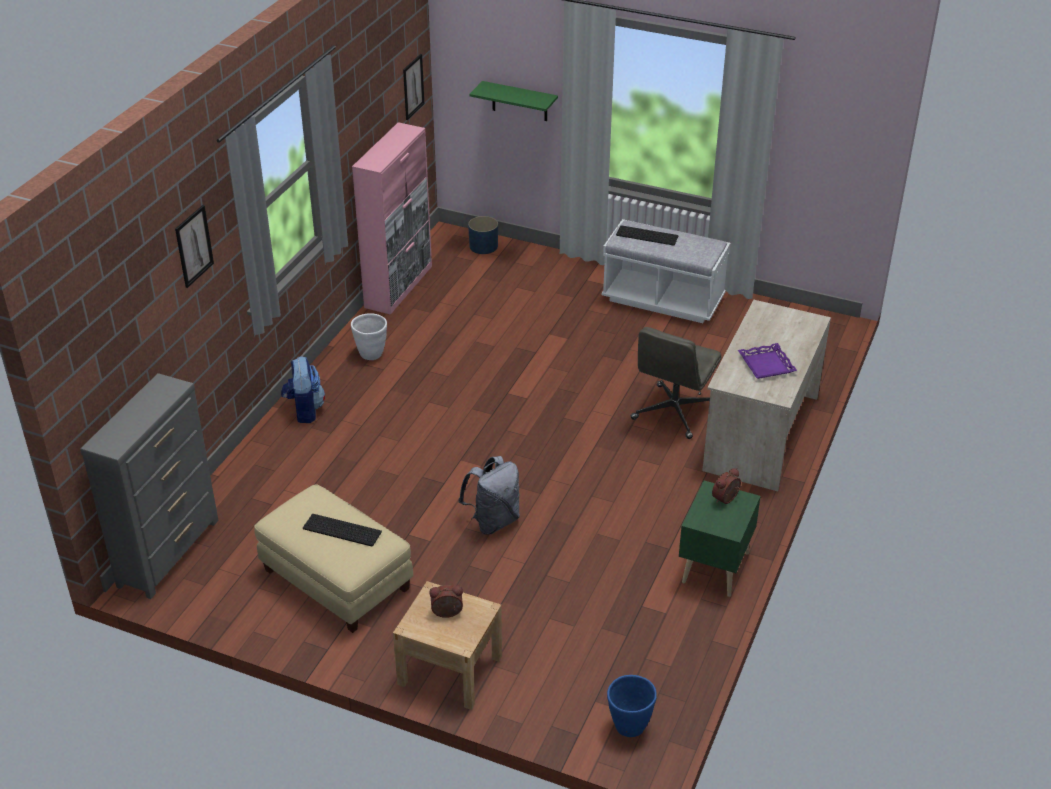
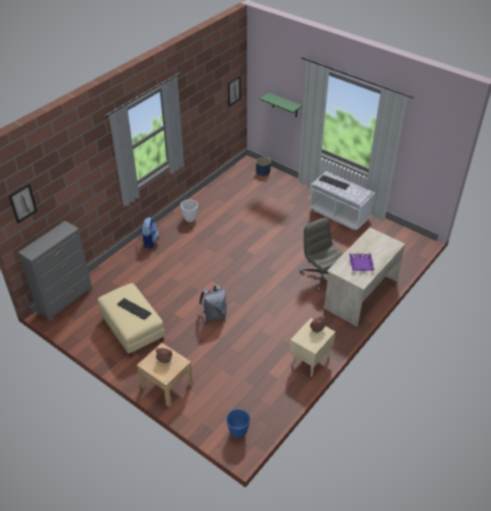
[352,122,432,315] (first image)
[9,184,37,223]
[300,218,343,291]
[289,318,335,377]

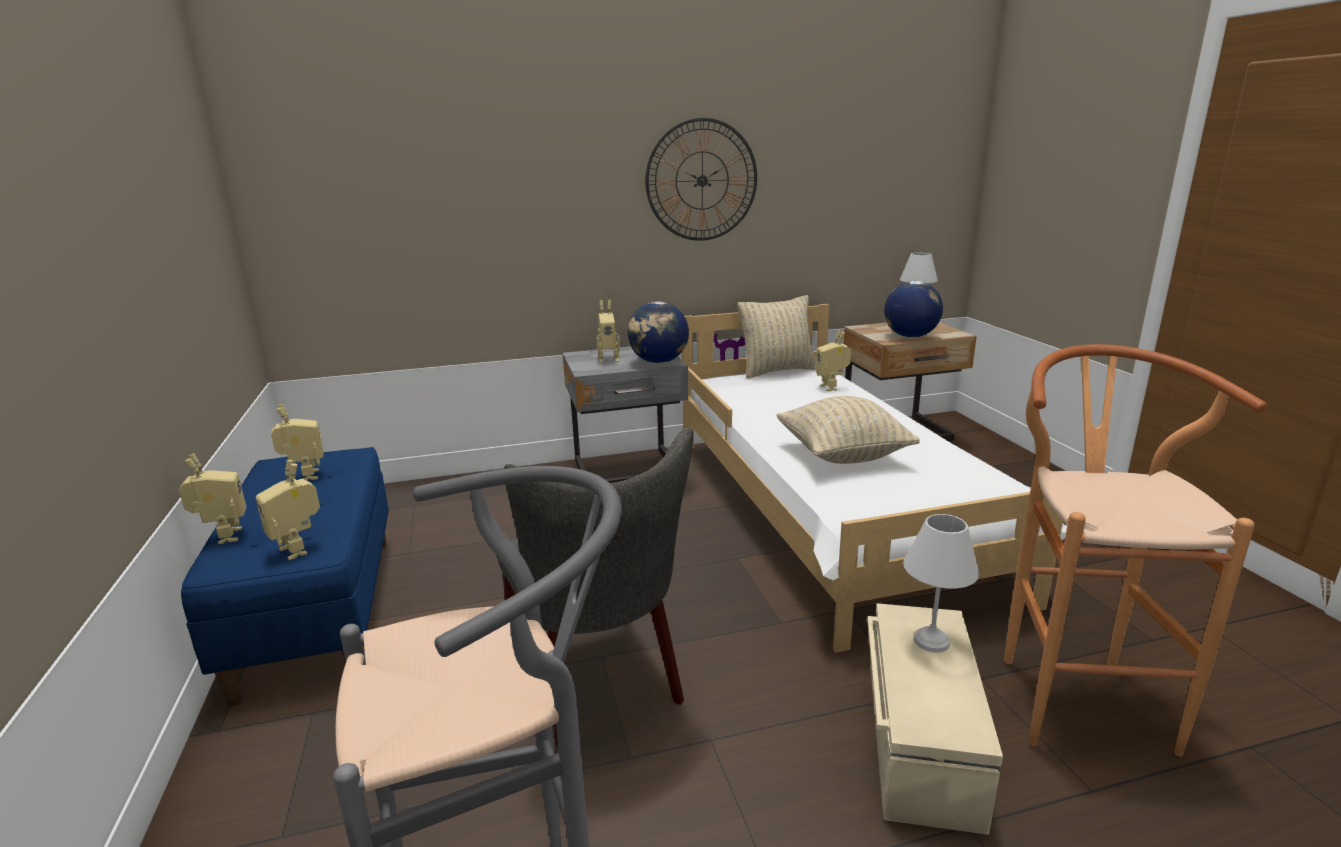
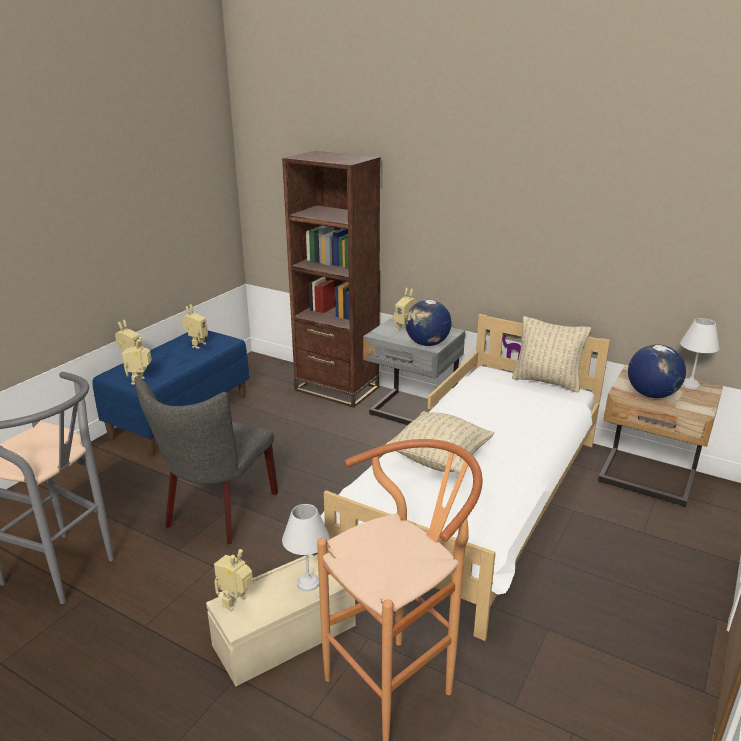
[645,118,757,241] (first image)
[214,549,253,611]
[282,151,380,408]

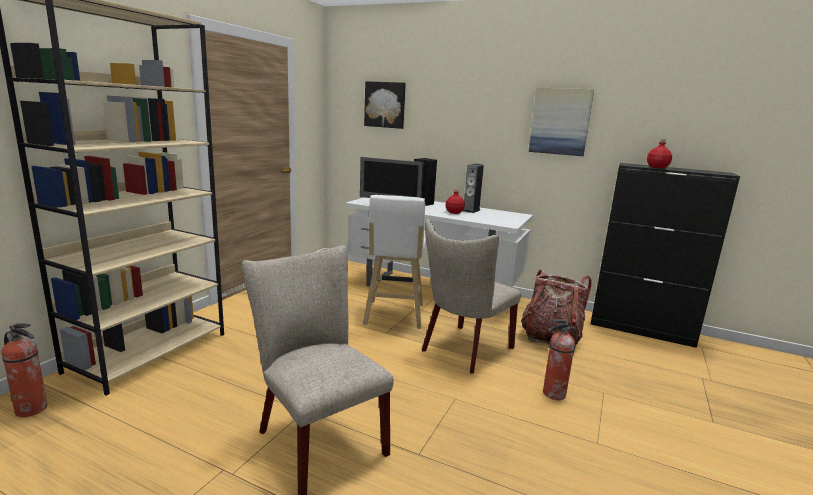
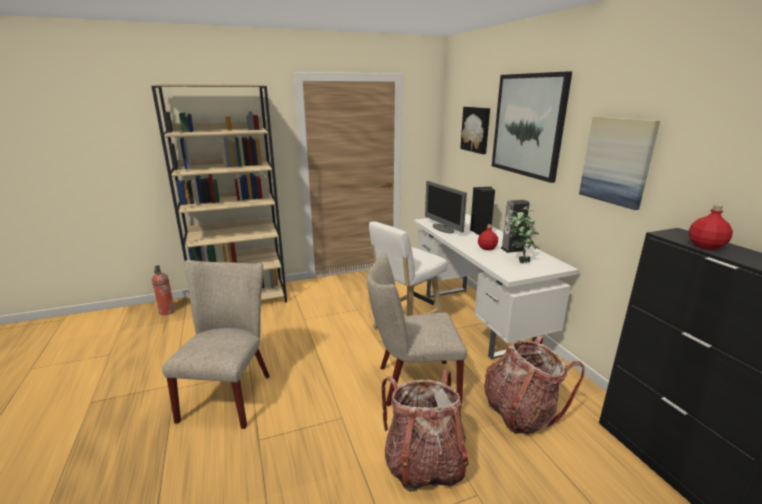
[381,368,469,492]
[492,71,572,183]
[508,206,540,263]

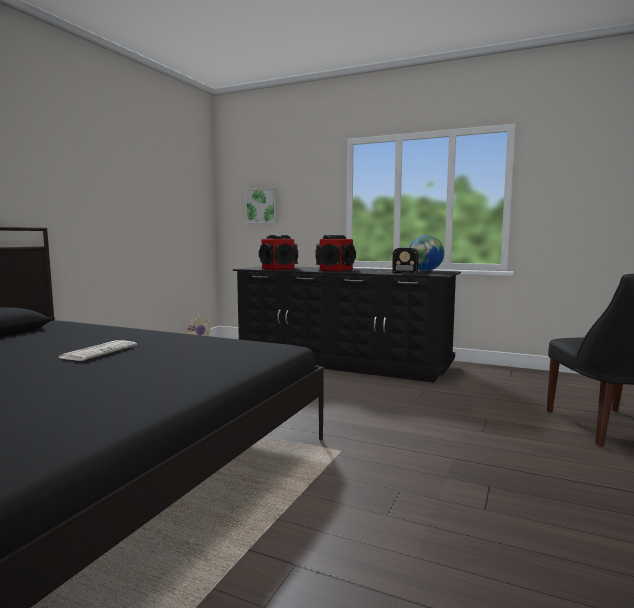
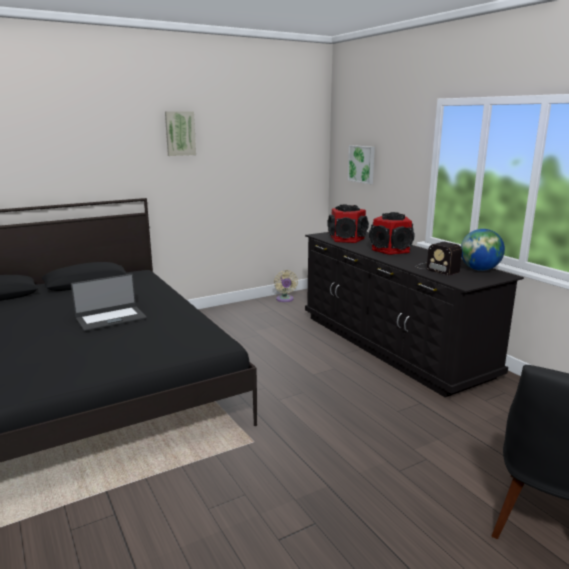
[71,274,147,331]
[165,111,196,156]

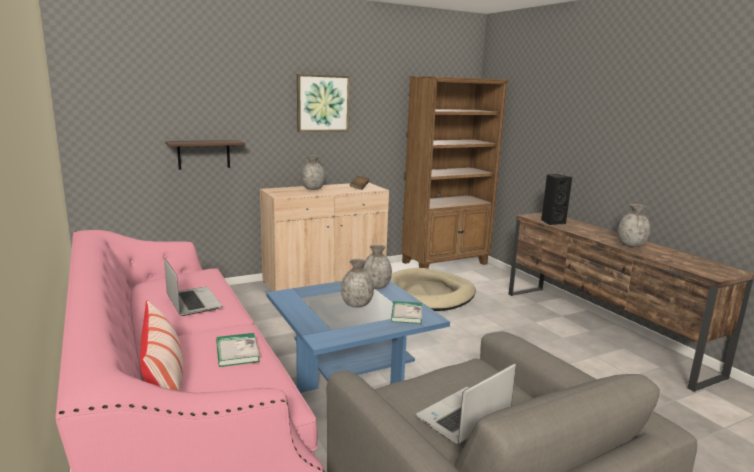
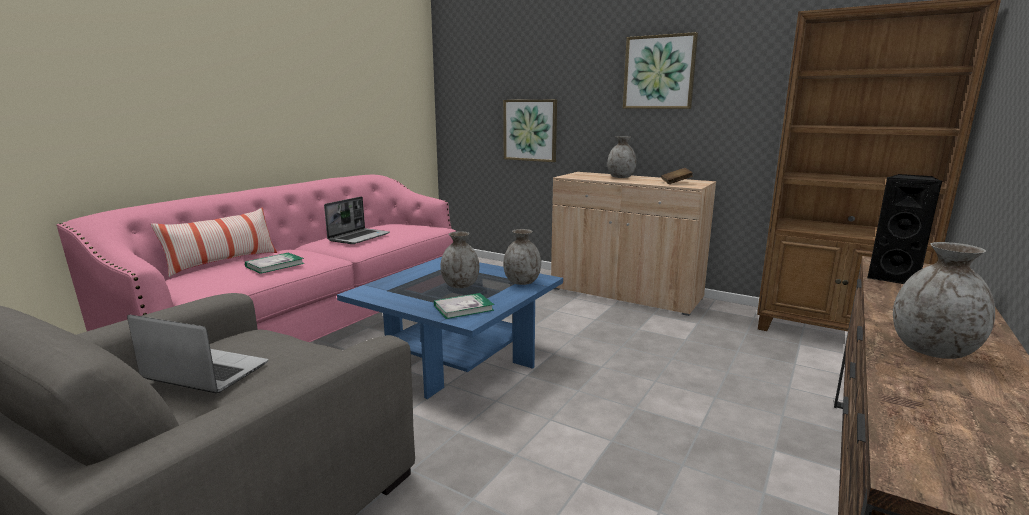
[503,100,557,162]
[390,268,476,311] (first image)

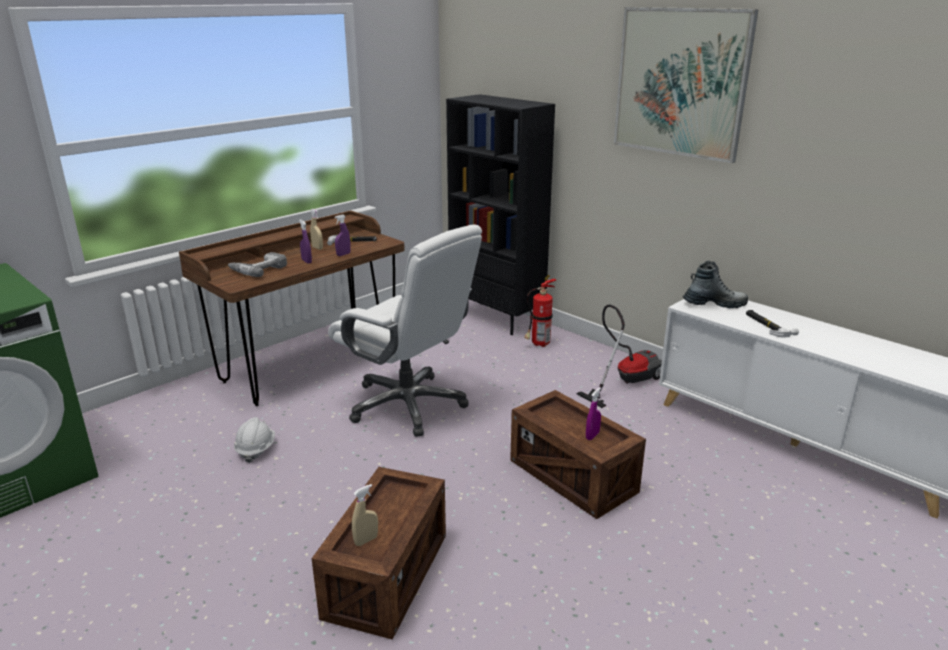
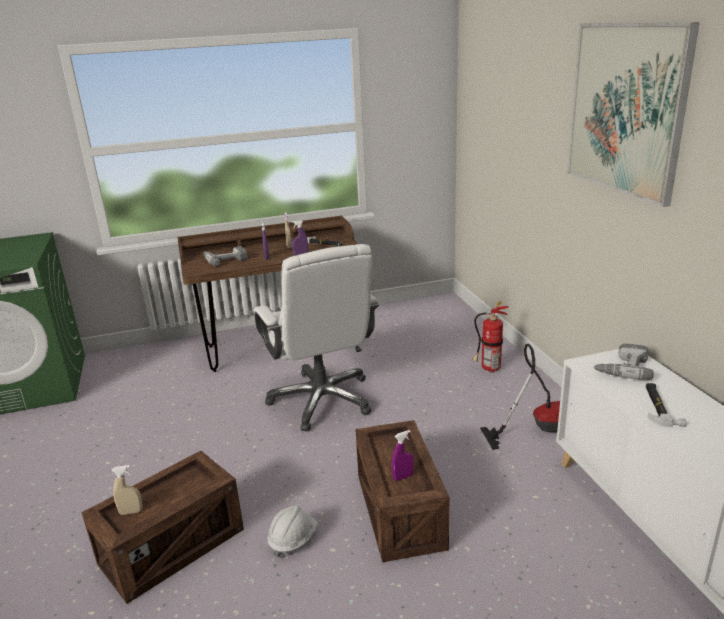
[446,94,555,335] (first image)
[593,343,654,380]
[267,505,318,558]

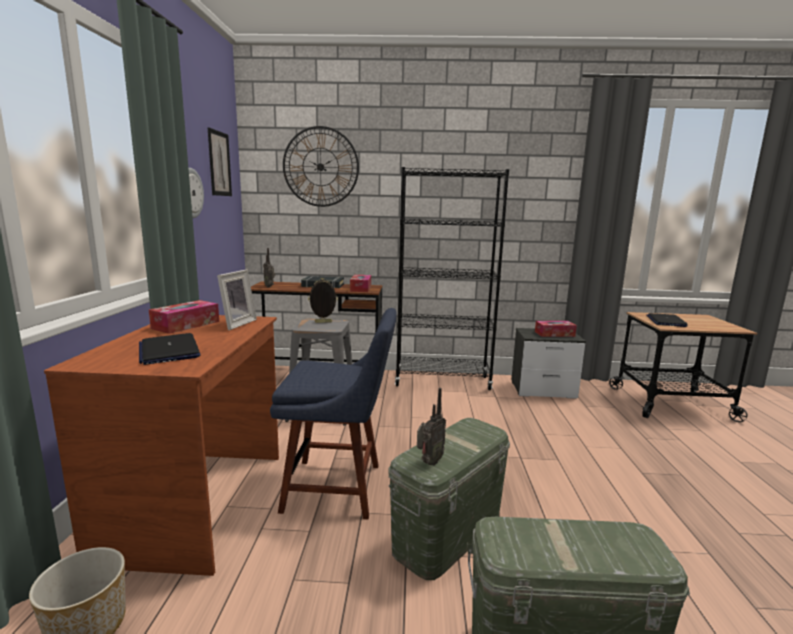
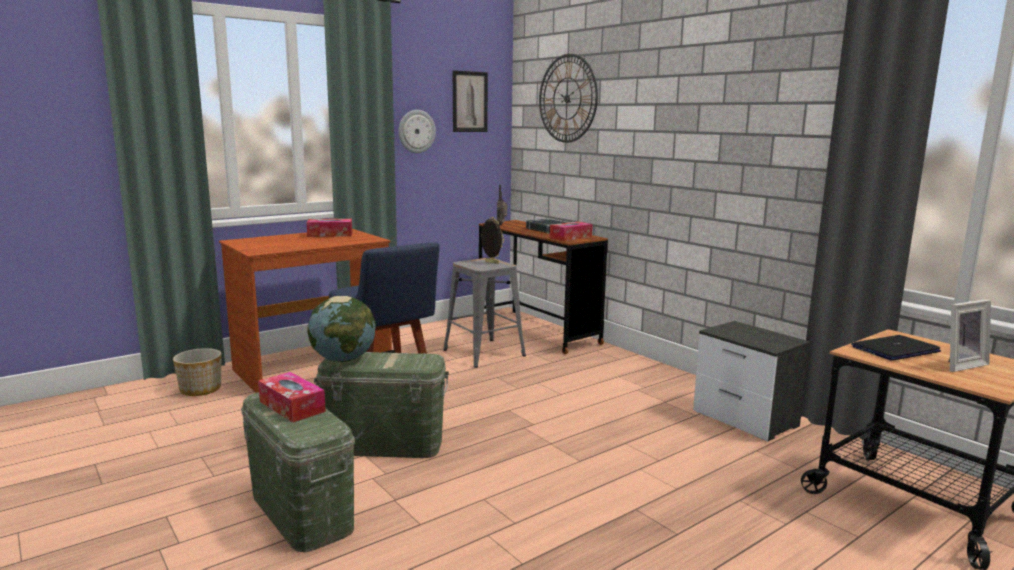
[395,167,509,390] (first image)
[948,299,991,372]
[258,372,326,422]
[139,333,201,365] (first image)
[307,296,376,362]

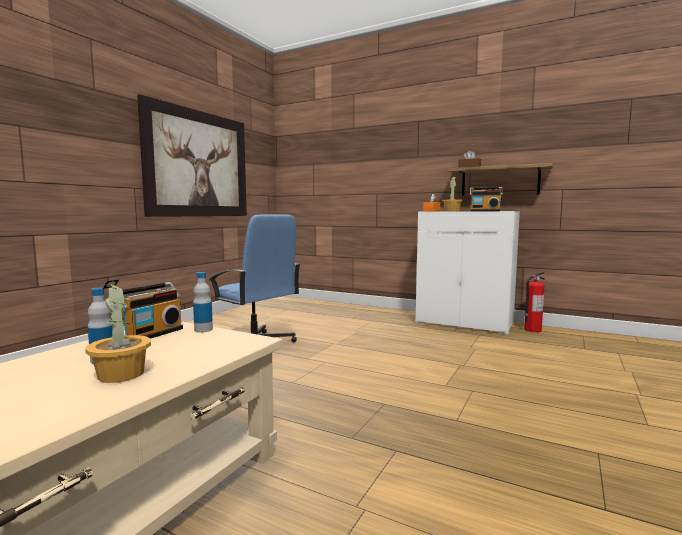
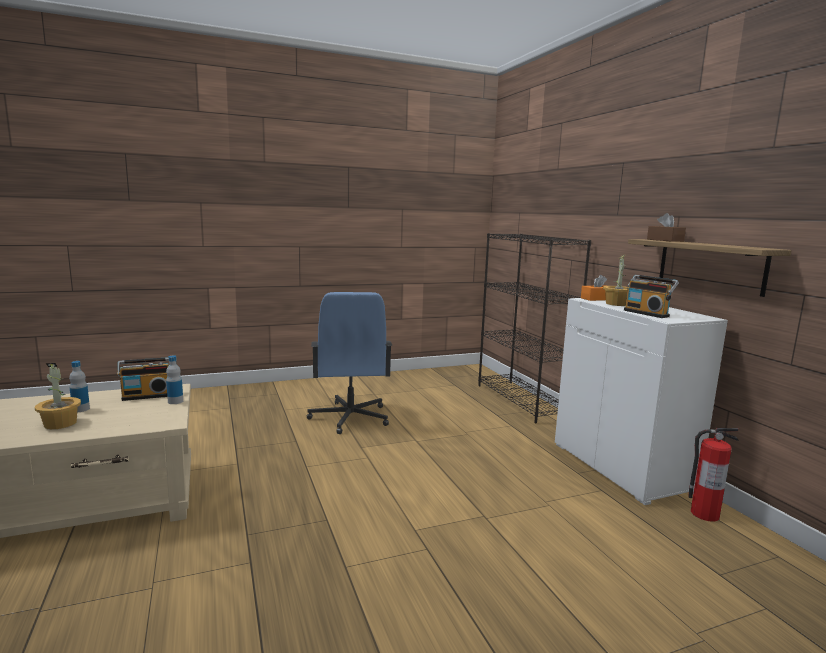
[137,94,247,217] (first image)
[478,233,591,423]

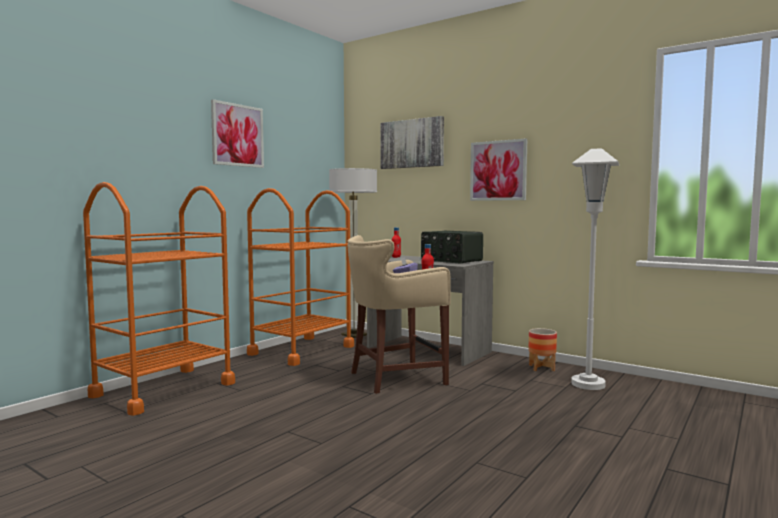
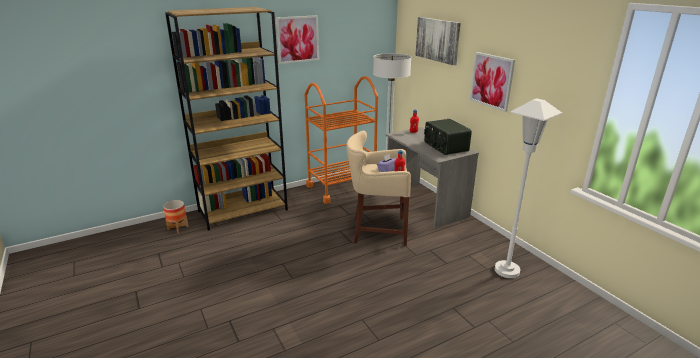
[165,7,288,230]
[163,200,189,233]

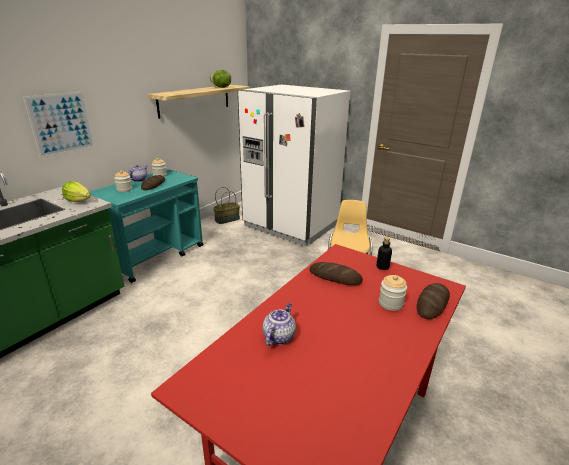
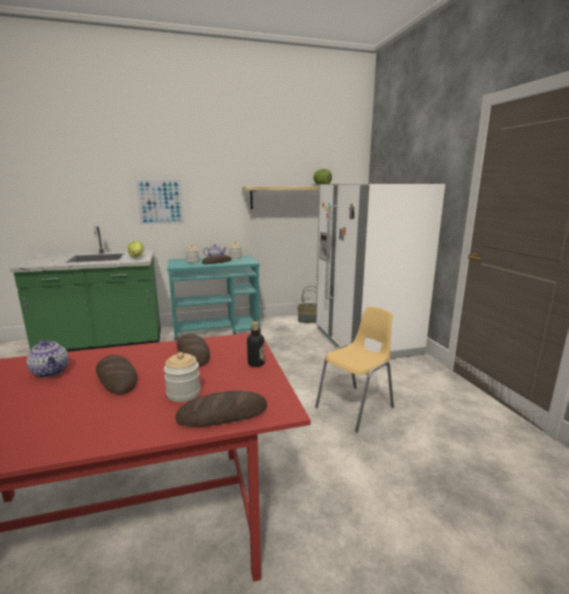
[26,340,69,378]
[96,355,137,394]

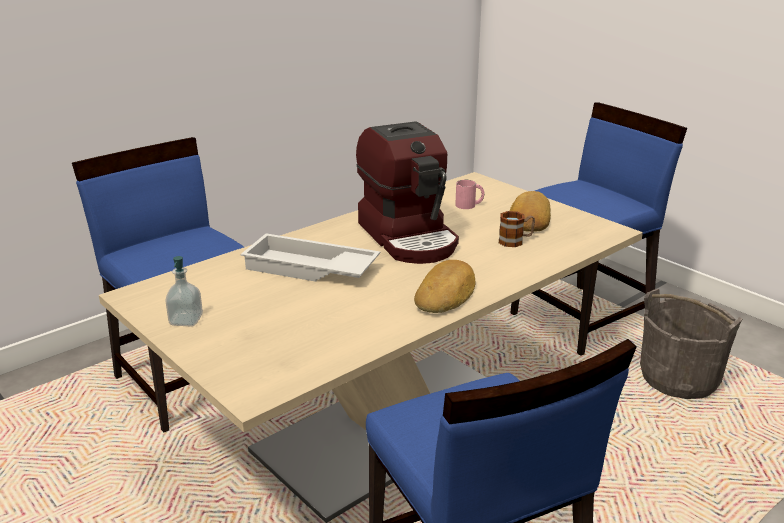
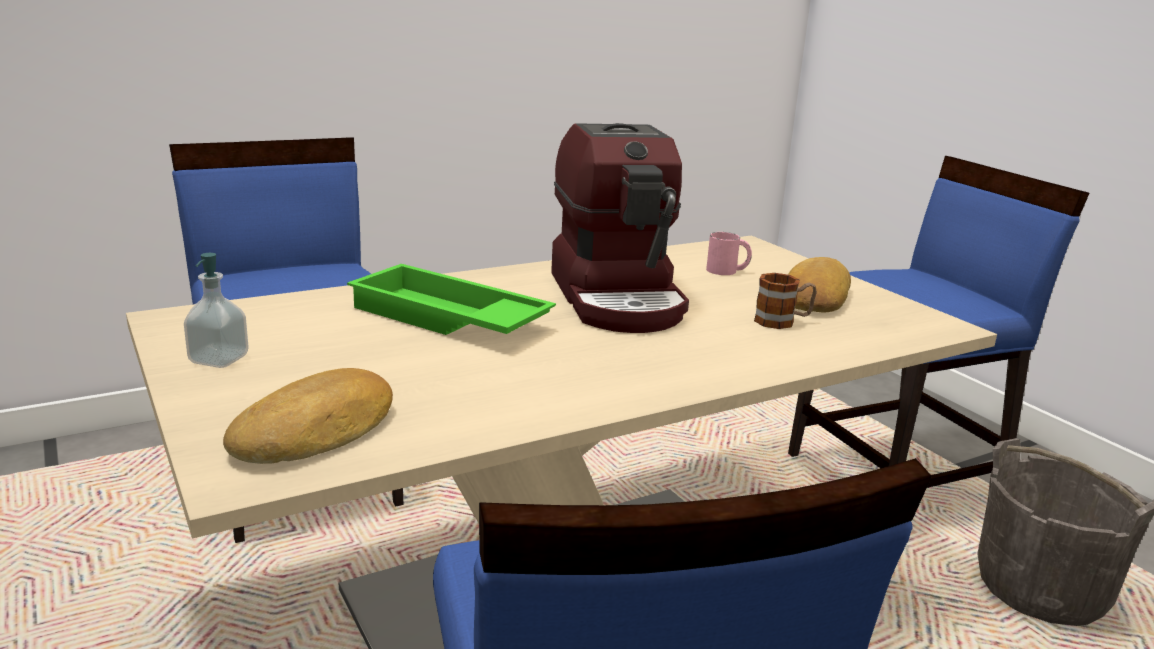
[347,264,556,335]
[223,368,393,464]

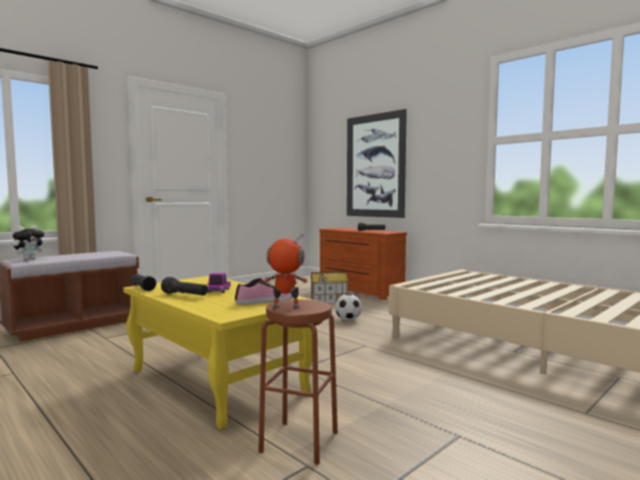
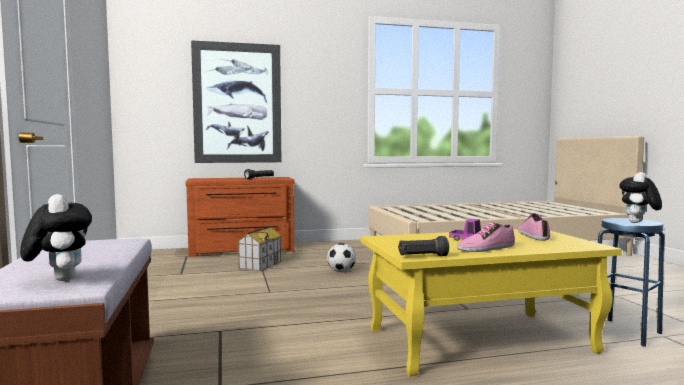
[619,172,662,223]
[457,222,515,252]
[598,218,664,346]

